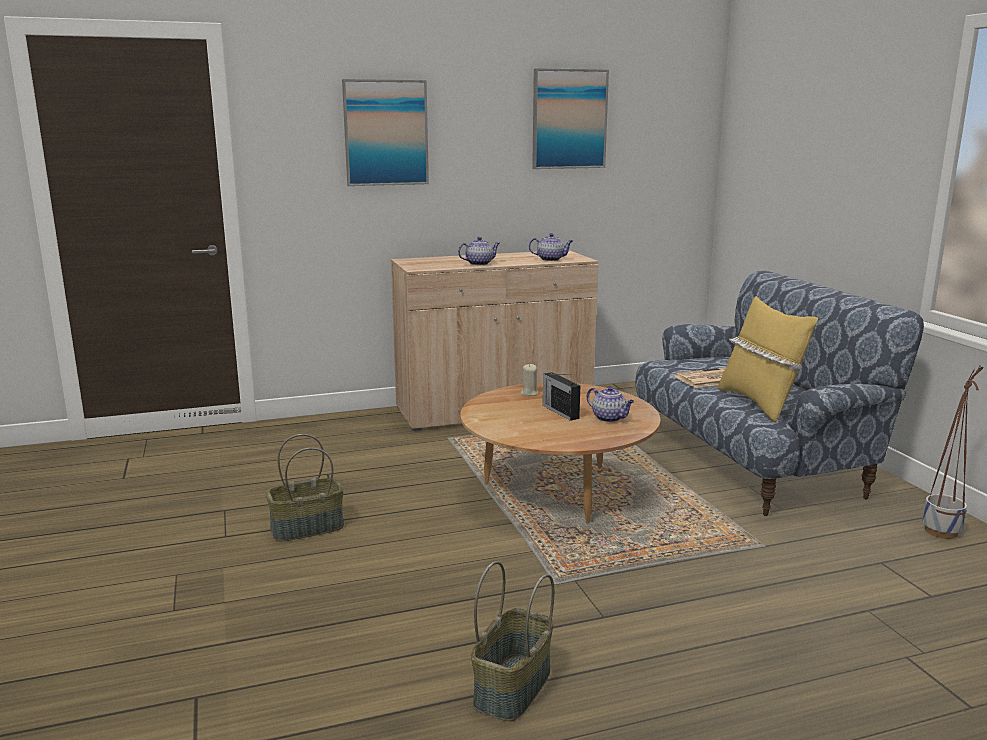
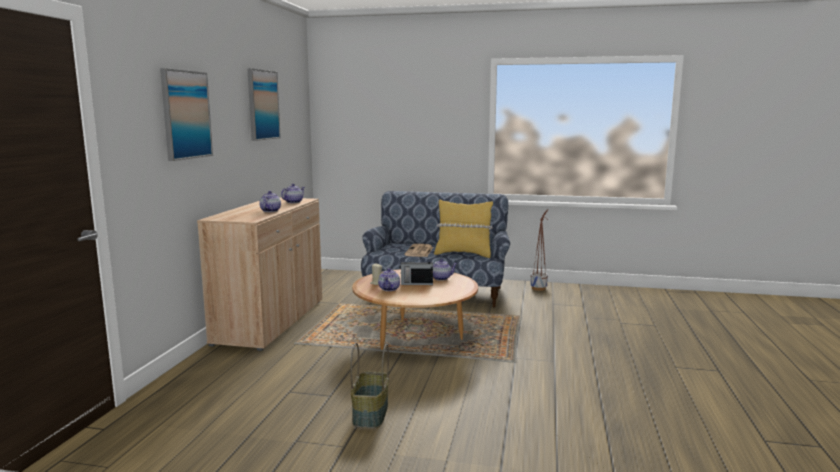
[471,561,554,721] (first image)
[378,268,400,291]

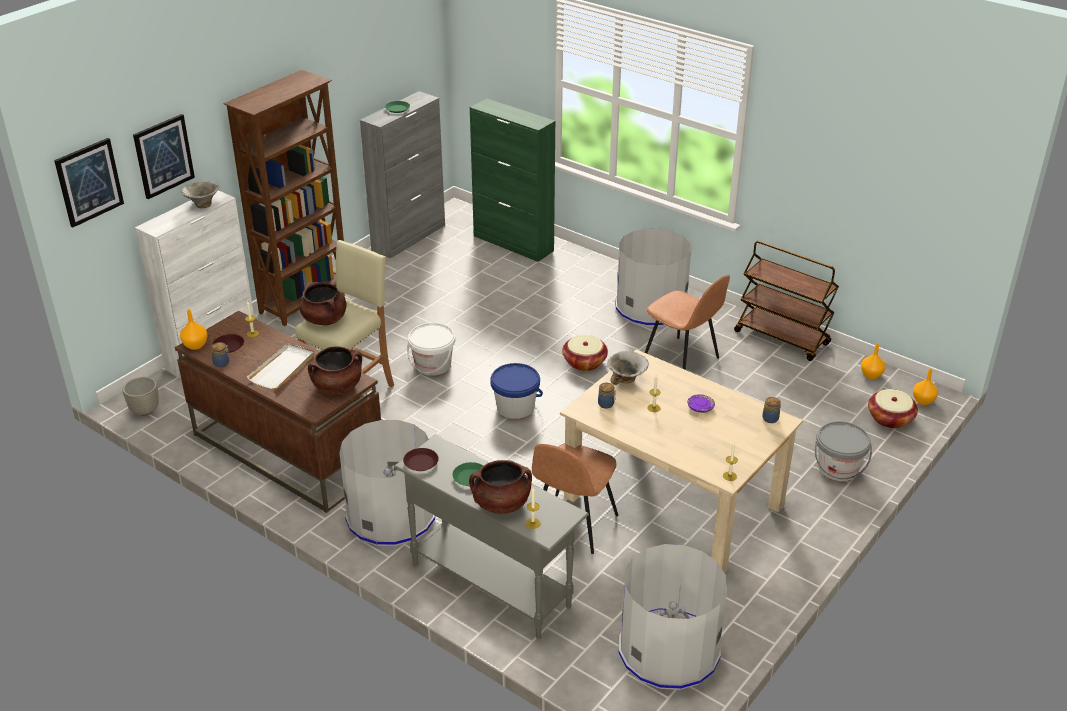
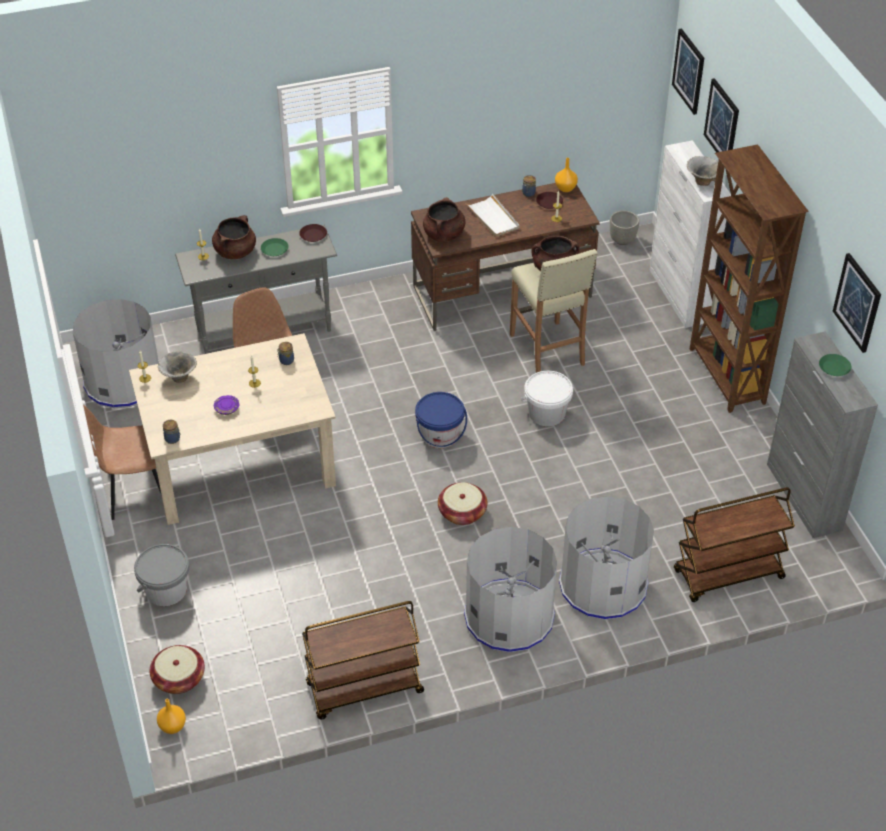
[674,487,795,602]
[83,404,162,520]
[861,343,885,379] (first image)
[158,351,197,383]
[559,496,654,620]
[833,253,881,353]

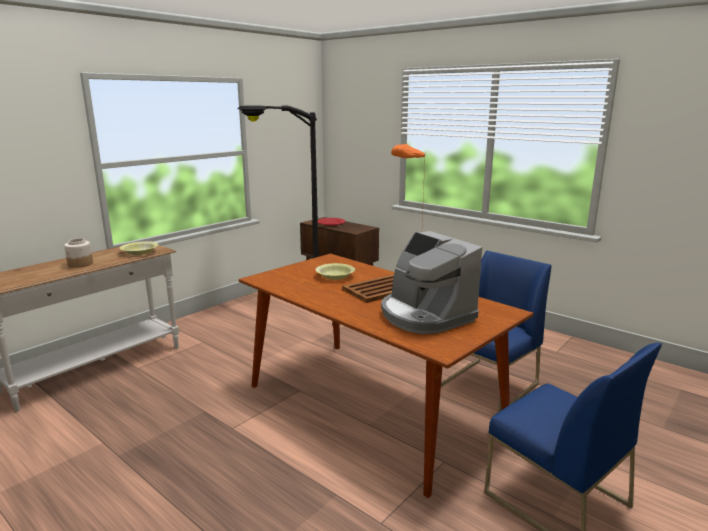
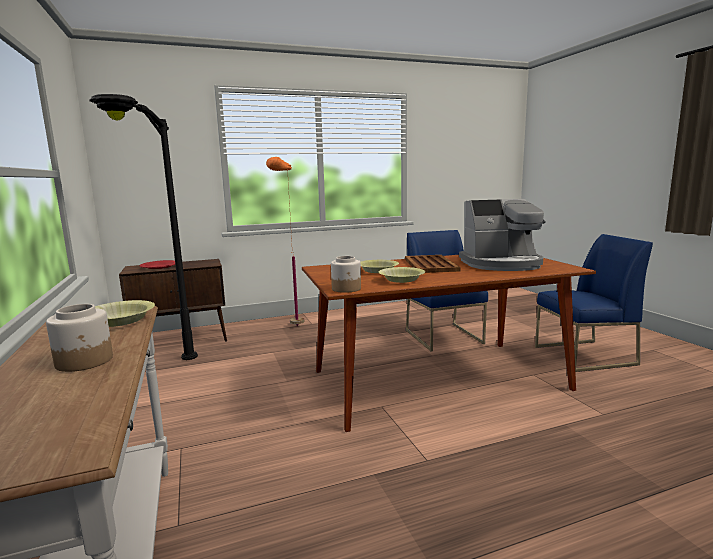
[331,256,361,293]
[379,267,425,283]

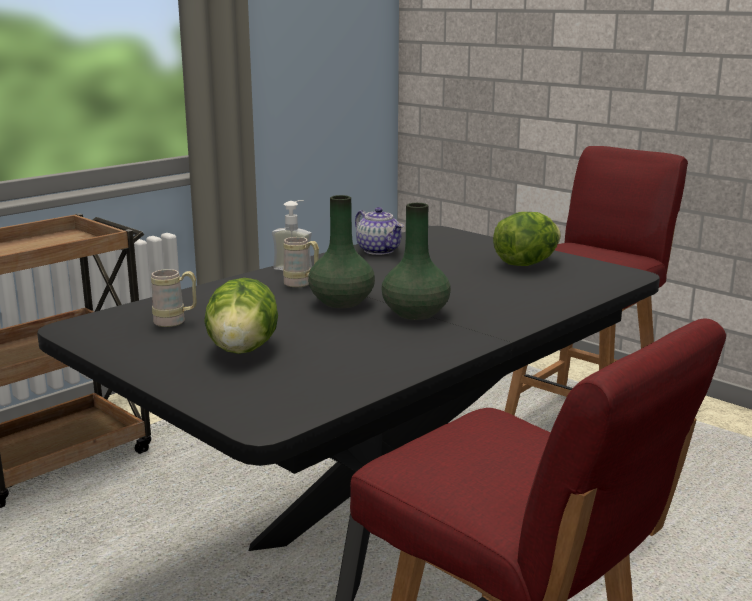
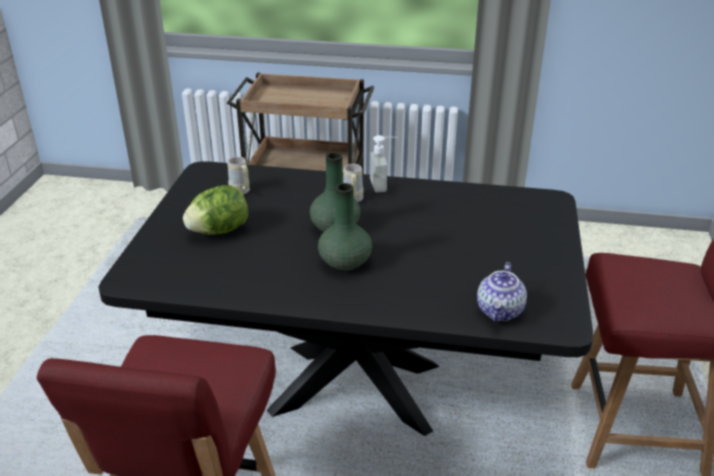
[477,262,527,322]
[493,212,561,266] (first image)

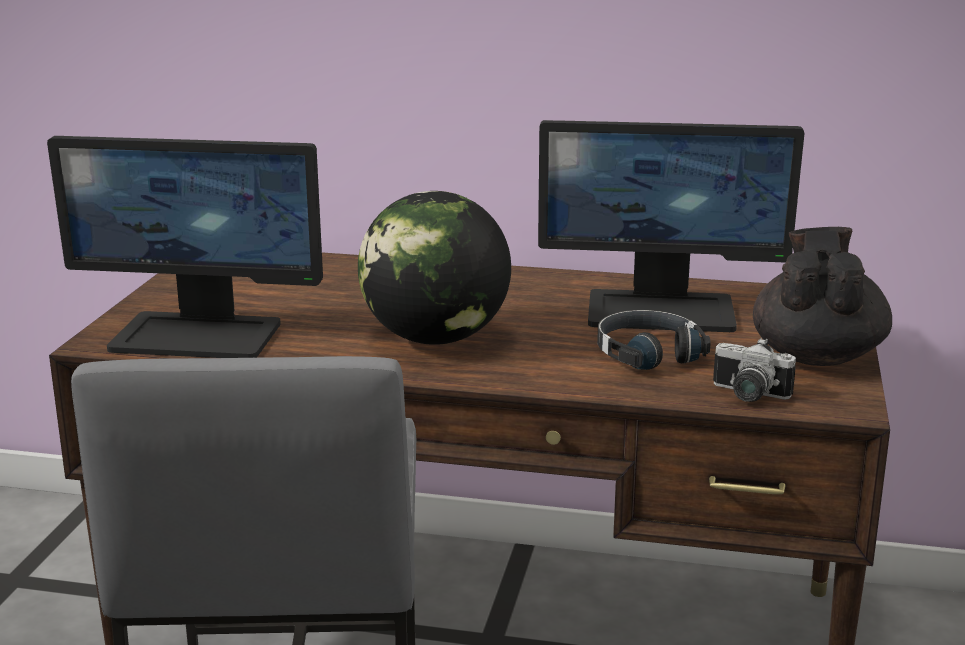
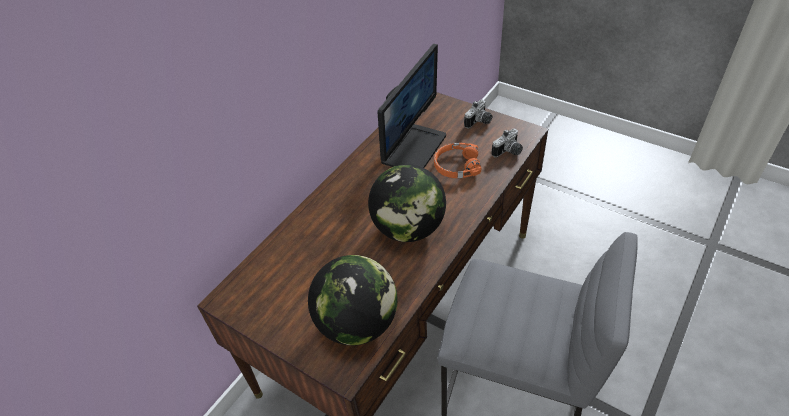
[308,255,398,345]
[464,100,492,129]
[434,143,481,178]

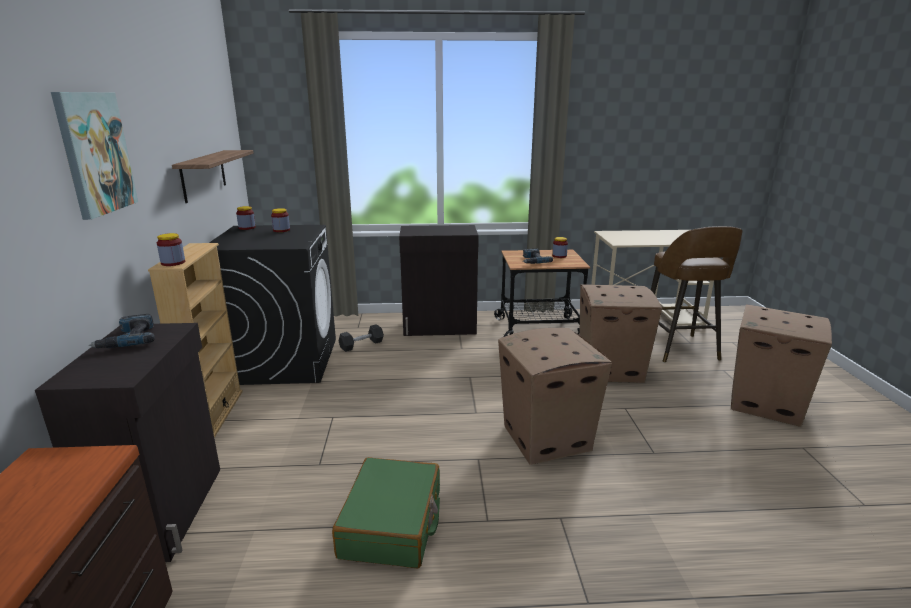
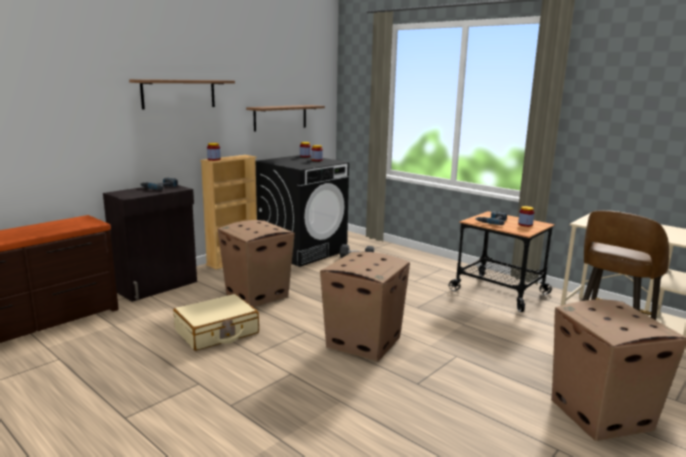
[129,79,235,109]
[399,225,479,336] (first image)
[217,220,295,307]
[173,294,259,351]

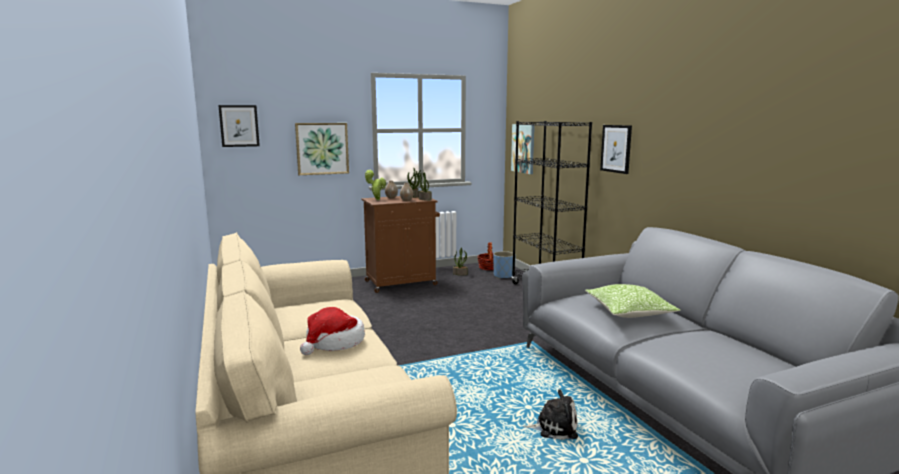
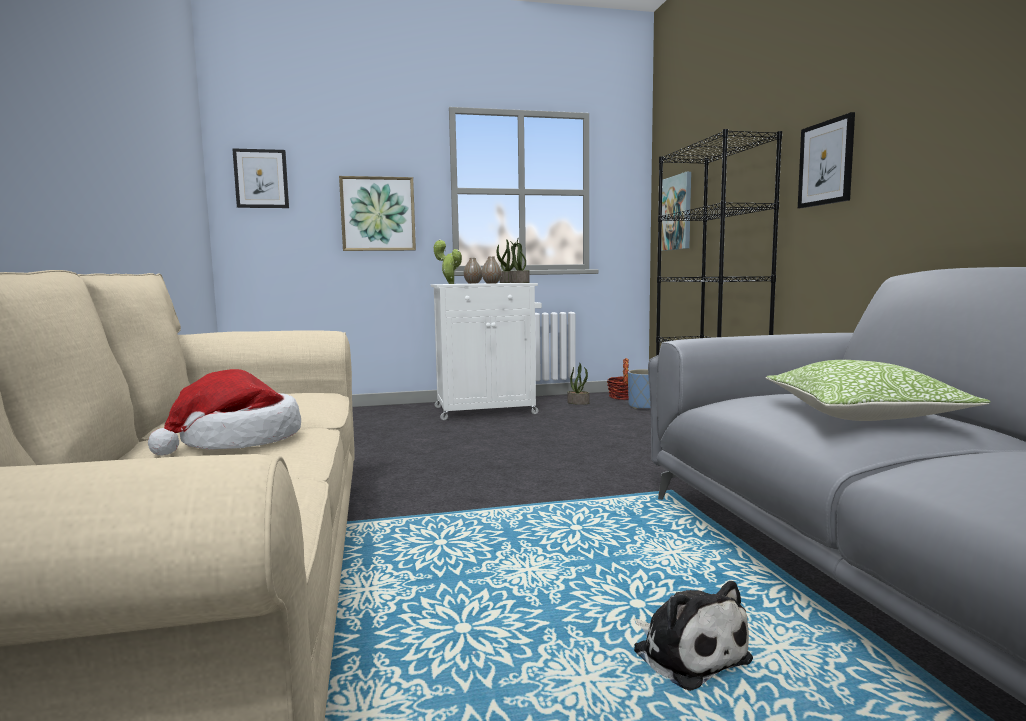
[431,283,542,420]
[633,581,753,691]

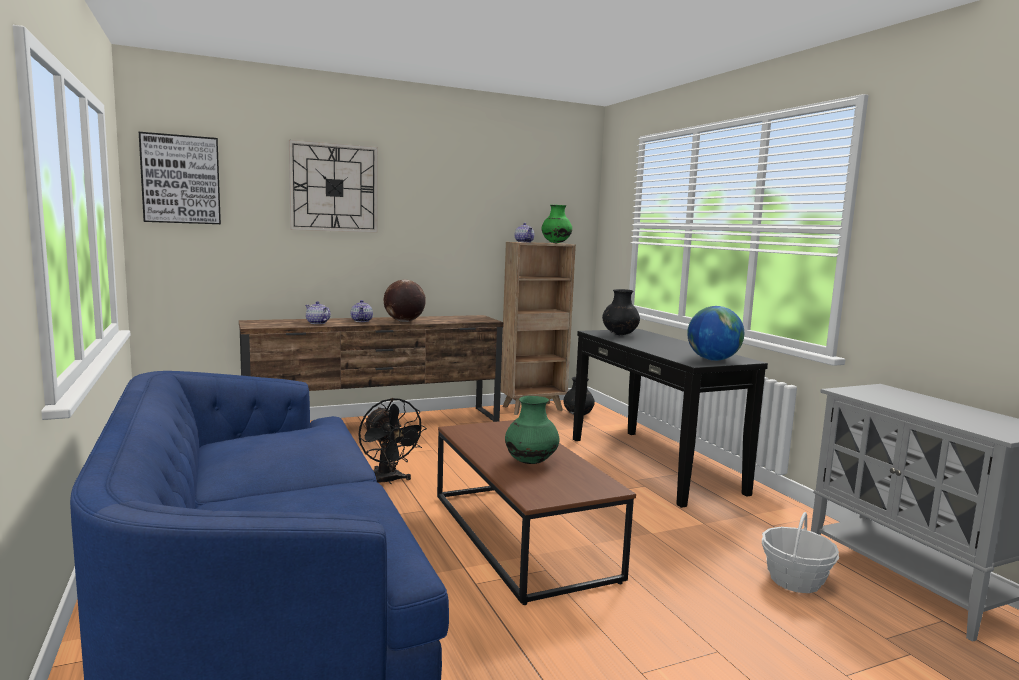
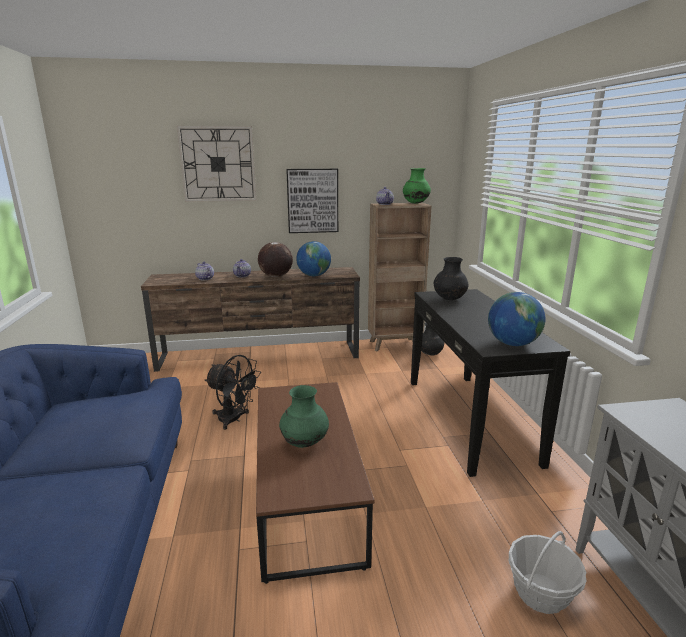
[286,169,338,233]
[205,355,261,430]
[296,241,331,276]

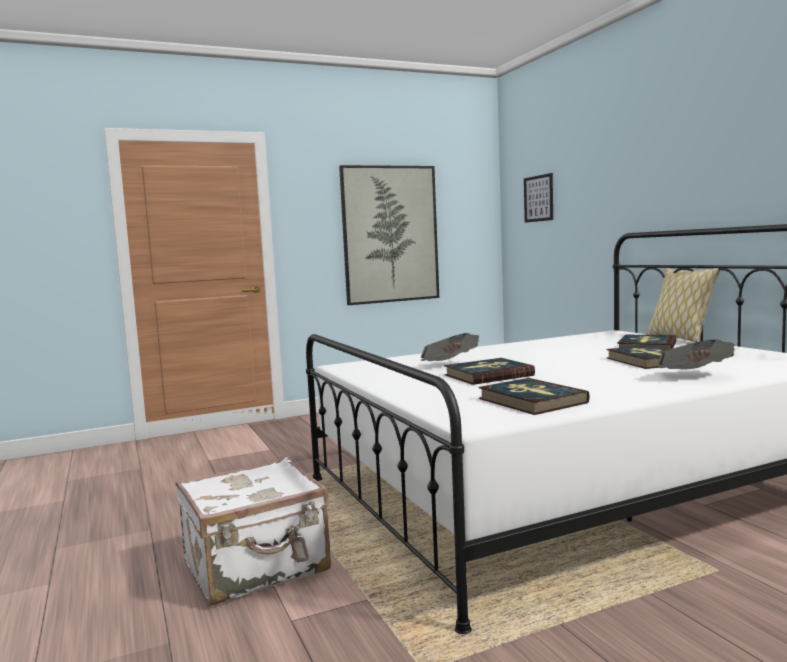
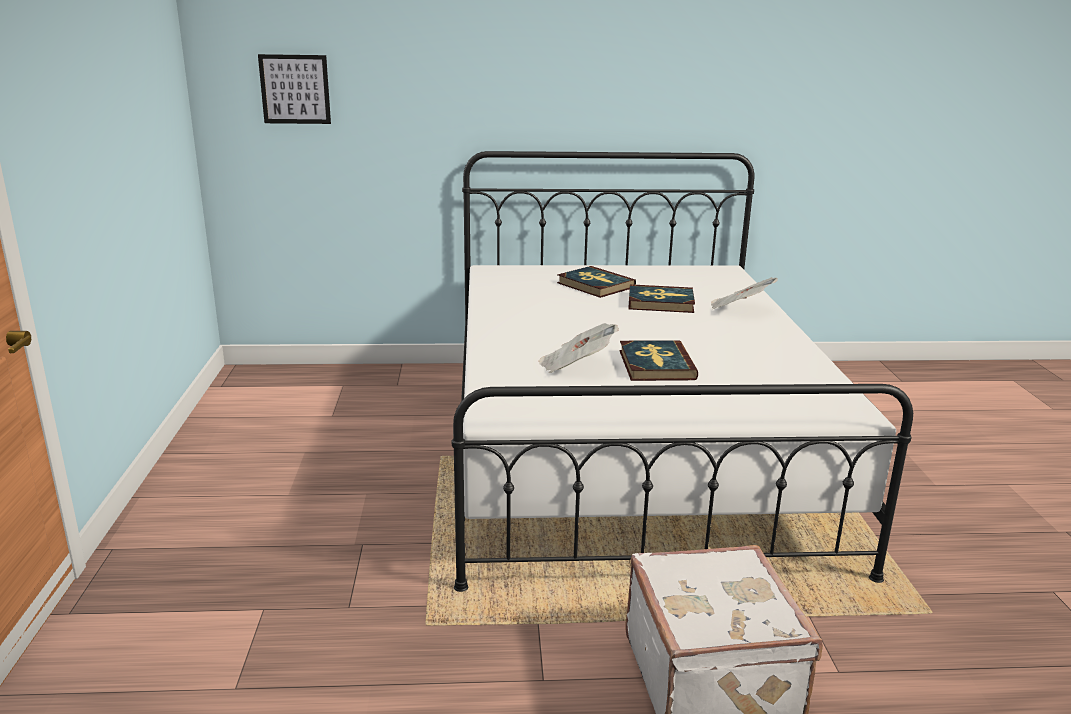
[339,165,439,305] (first image)
[647,268,720,343] (first image)
[478,378,590,415] (first image)

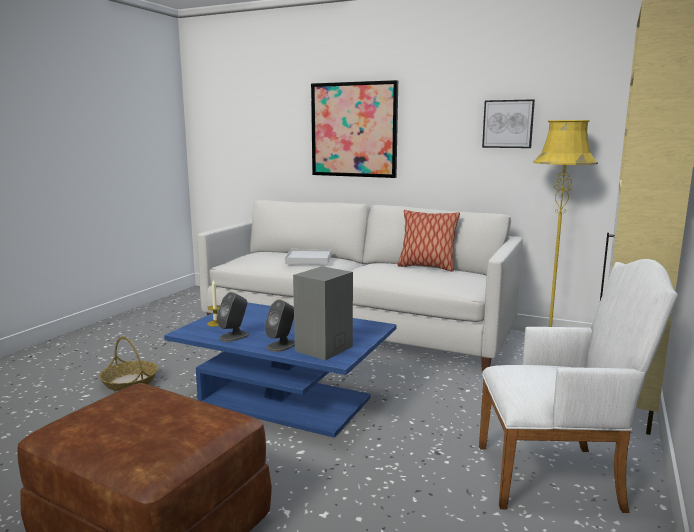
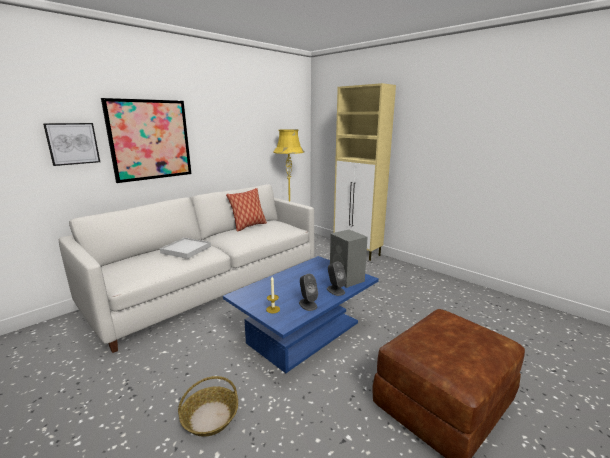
[43,123,100,166]
[479,259,678,513] (first image)

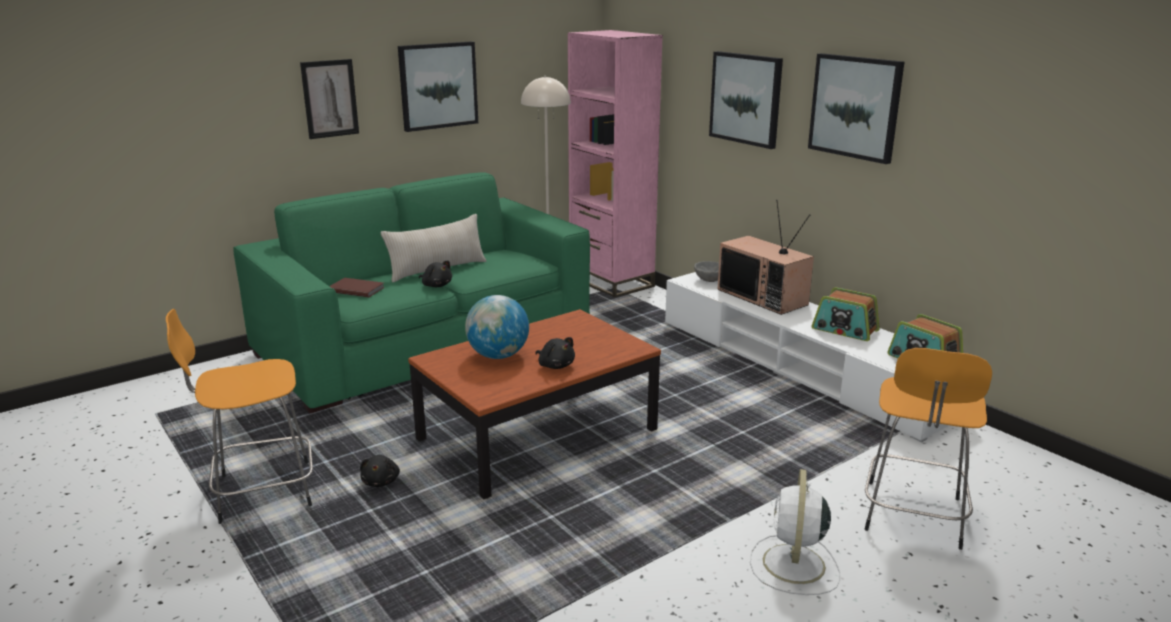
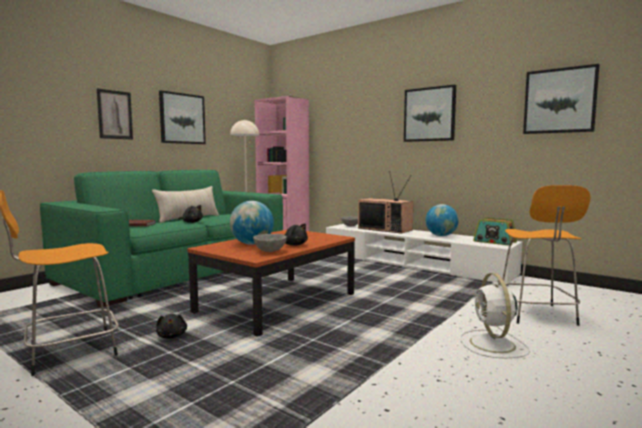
[523,64,599,134]
[426,204,459,236]
[253,234,287,252]

